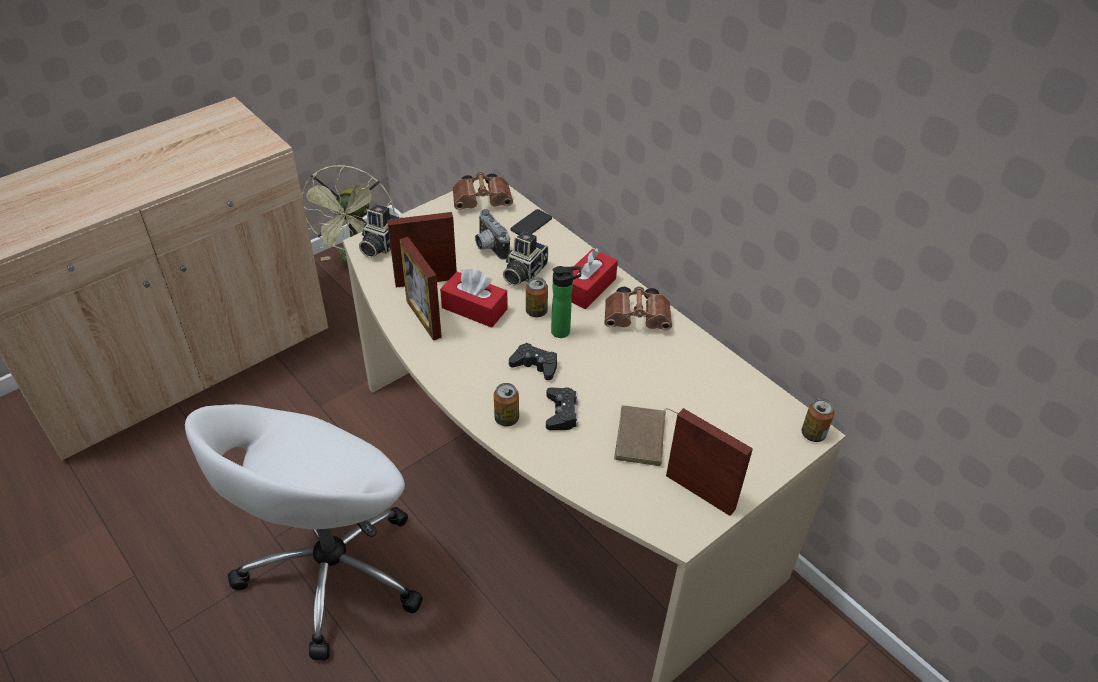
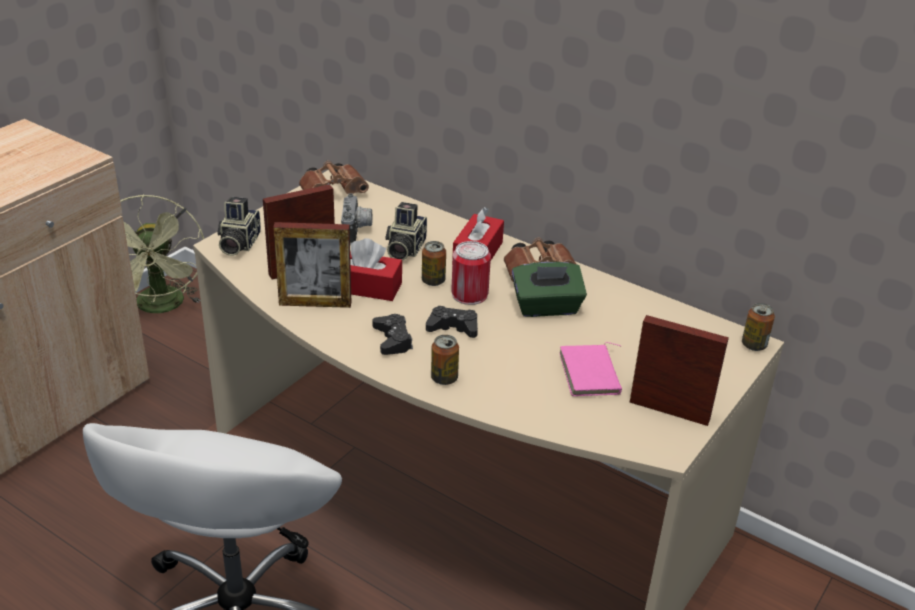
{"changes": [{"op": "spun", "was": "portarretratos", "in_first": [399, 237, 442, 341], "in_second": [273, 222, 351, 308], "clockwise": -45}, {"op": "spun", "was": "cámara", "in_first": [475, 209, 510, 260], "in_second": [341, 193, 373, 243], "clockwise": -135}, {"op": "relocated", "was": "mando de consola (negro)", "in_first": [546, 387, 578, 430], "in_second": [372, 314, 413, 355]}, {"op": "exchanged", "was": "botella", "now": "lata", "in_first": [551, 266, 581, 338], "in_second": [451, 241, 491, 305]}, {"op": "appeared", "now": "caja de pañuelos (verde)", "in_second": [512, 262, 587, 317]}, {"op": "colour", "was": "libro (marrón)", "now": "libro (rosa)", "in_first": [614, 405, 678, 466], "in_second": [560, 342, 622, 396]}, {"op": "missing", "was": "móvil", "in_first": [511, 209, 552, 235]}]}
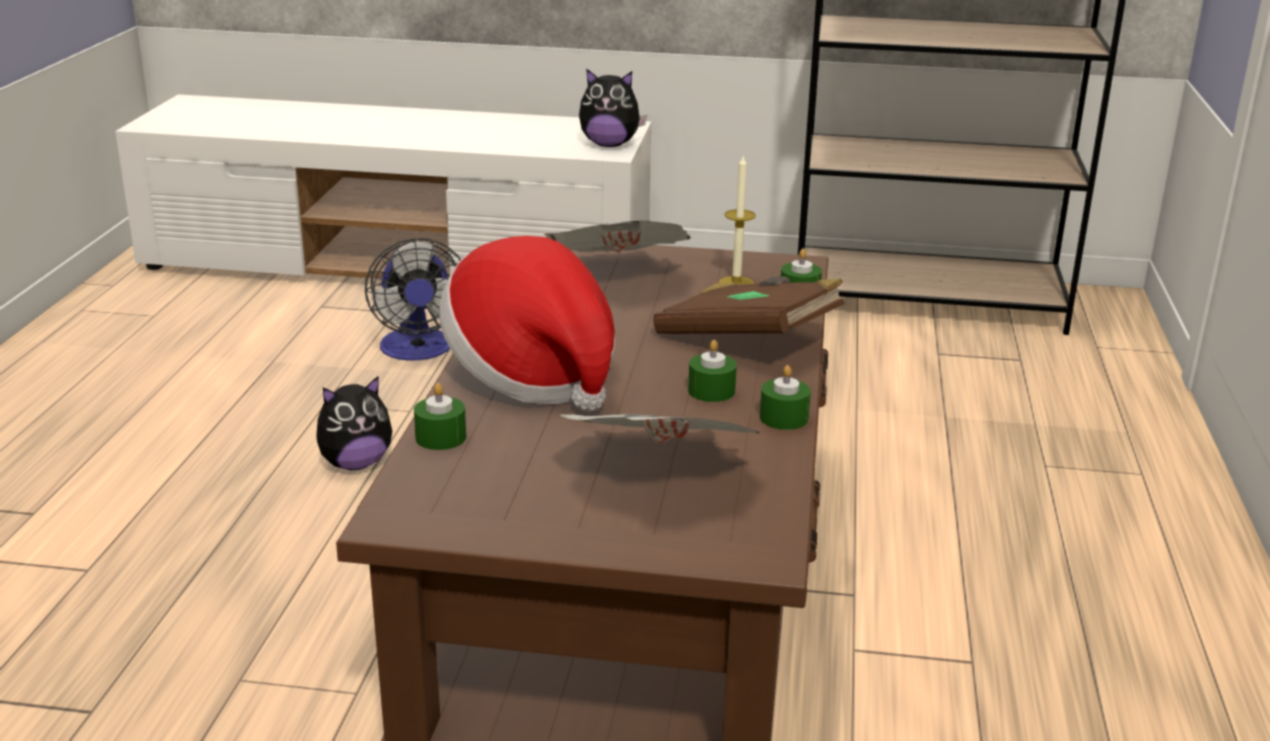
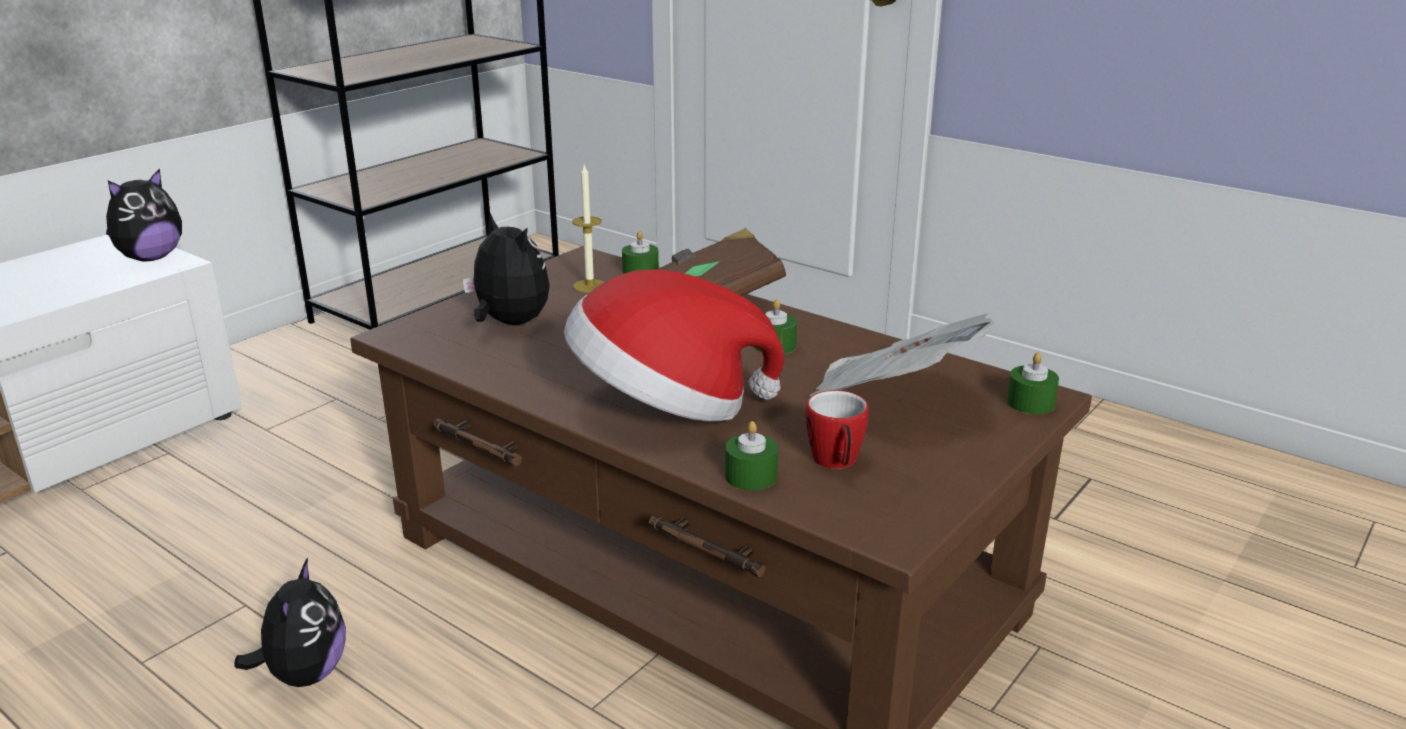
{"changes": [{"op": "exchanged", "was": "periódico", "now": "peluche", "in_first": [544, 221, 691, 252], "in_second": [463, 213, 550, 325]}, {"op": "appeared", "now": "taza grande", "in_second": [805, 390, 869, 469]}, {"op": "relocated", "was": "vela (verde)", "in_first": [760, 365, 811, 430], "in_second": [1007, 352, 1059, 414]}, {"op": "missing", "was": "ventilador", "in_first": [365, 238, 461, 361]}]}
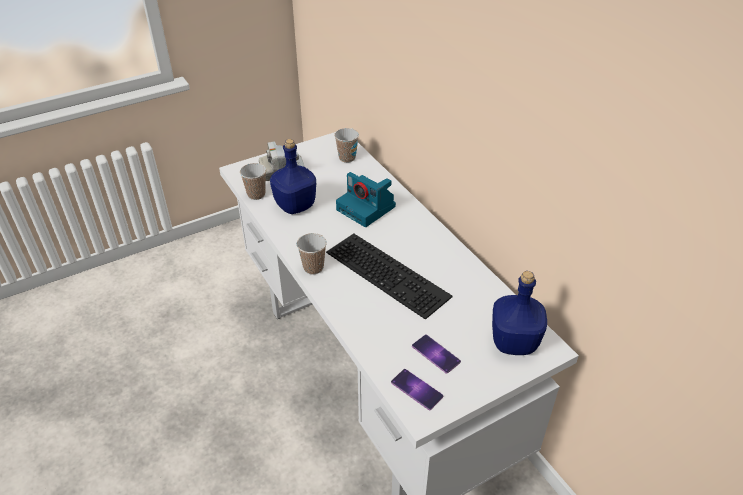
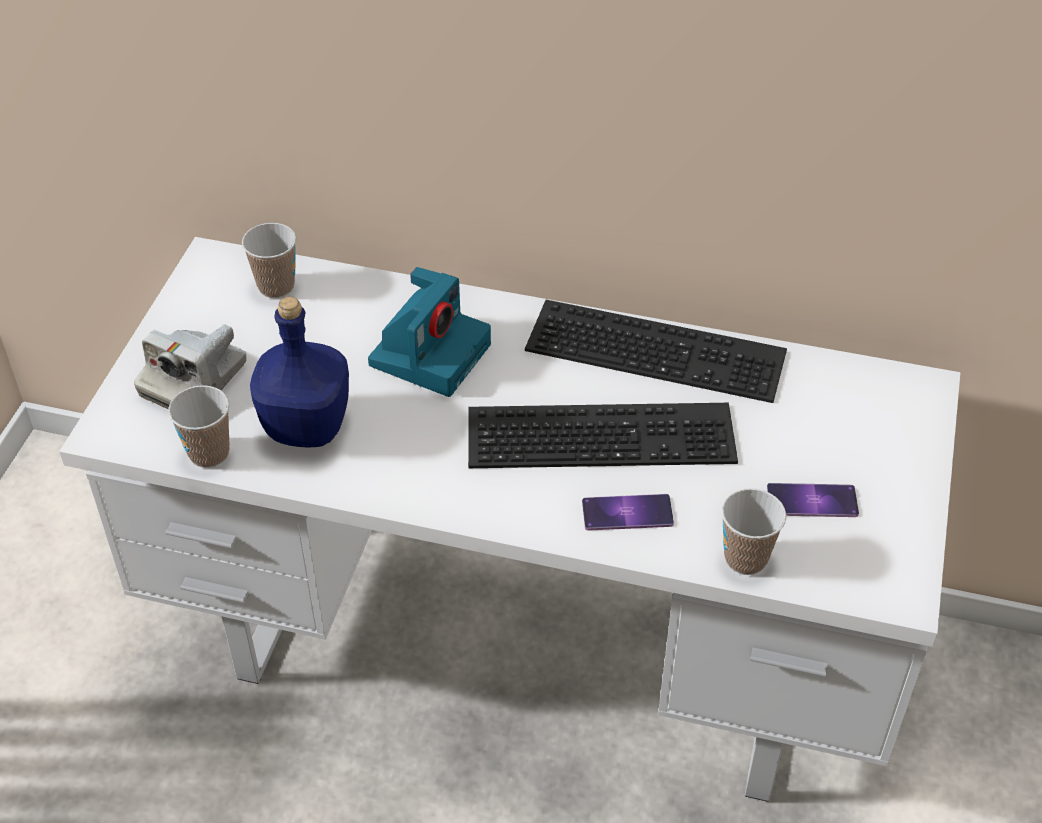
{"changes": [{"op": "spun", "was": "cámara", "in_first": [336, 172, 396, 227], "in_second": [368, 267, 491, 397], "clockwise": -60}, {"op": "appeared", "now": "teclado", "in_second": [525, 300, 787, 403]}, {"op": "relocated", "was": "móvil", "in_first": [391, 369, 443, 410], "in_second": [582, 494, 674, 531]}, {"op": "relocated", "was": "taza", "in_first": [297, 233, 327, 275], "in_second": [721, 488, 786, 575]}, {"op": "missing", "was": "botella (azul)", "in_first": [492, 271, 547, 355]}]}
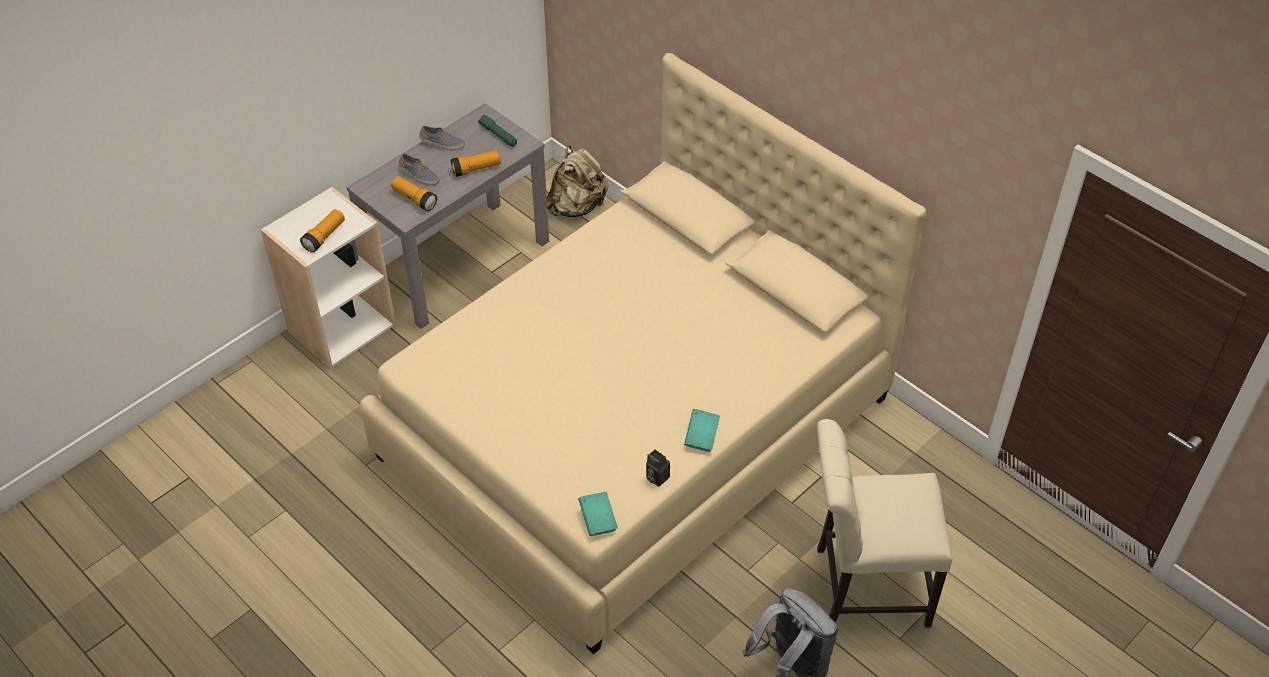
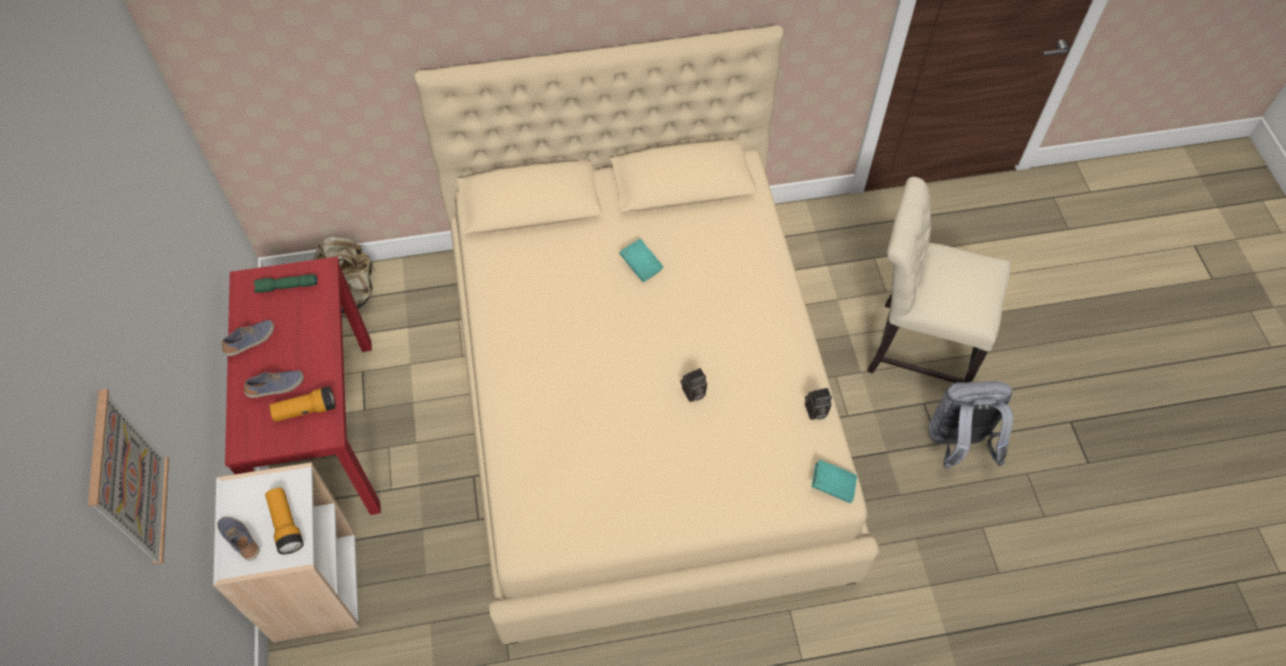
{"changes": [{"op": "appeared", "now": "cuadro", "in_second": [88, 389, 169, 564]}, {"op": "appeared", "now": "zapato", "in_second": [217, 517, 260, 561]}, {"op": "colour", "was": "mesa consola (gris)", "now": "mesa consola (rojo)", "in_first": [347, 103, 549, 329], "in_second": [225, 257, 381, 515]}, {"op": "relocated", "was": "libro (turquesa)", "in_first": [684, 409, 720, 452], "in_second": [619, 239, 664, 282]}, {"op": "appeared", "now": "cámara", "in_second": [680, 368, 707, 402]}, {"op": "spun", "was": "silla (beis)", "in_first": [817, 419, 952, 628], "in_second": [867, 177, 1011, 383], "clockwise": 75}, {"op": "missing", "was": "linterna", "in_first": [451, 150, 501, 177]}]}
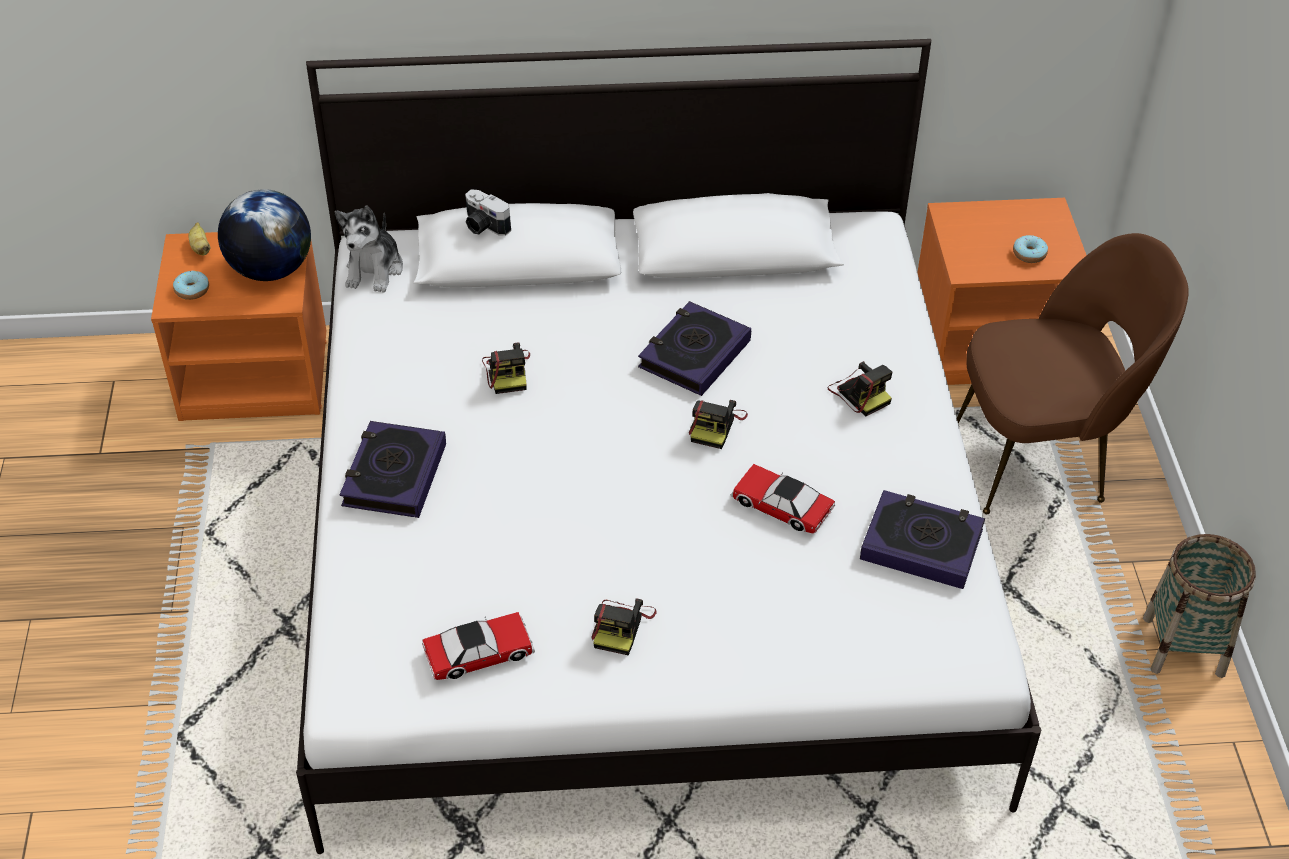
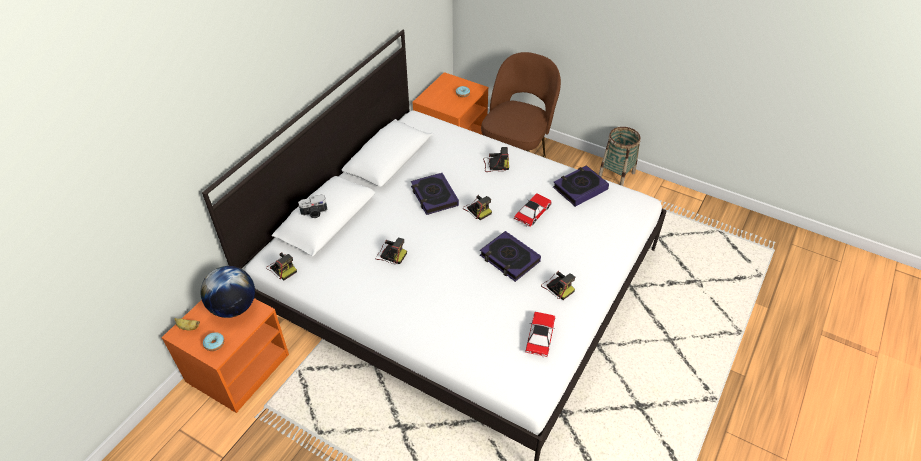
{"changes": [{"op": "exchanged", "was": "peluche", "now": "cámara", "in_first": [335, 205, 403, 293], "in_second": [266, 252, 297, 280]}, {"op": "relocated", "was": "libro", "in_first": [340, 421, 446, 518], "in_second": [480, 231, 541, 282]}, {"op": "spun", "was": "coche de juguete", "in_first": [731, 464, 835, 534], "in_second": [514, 193, 552, 227], "clockwise": 150}]}
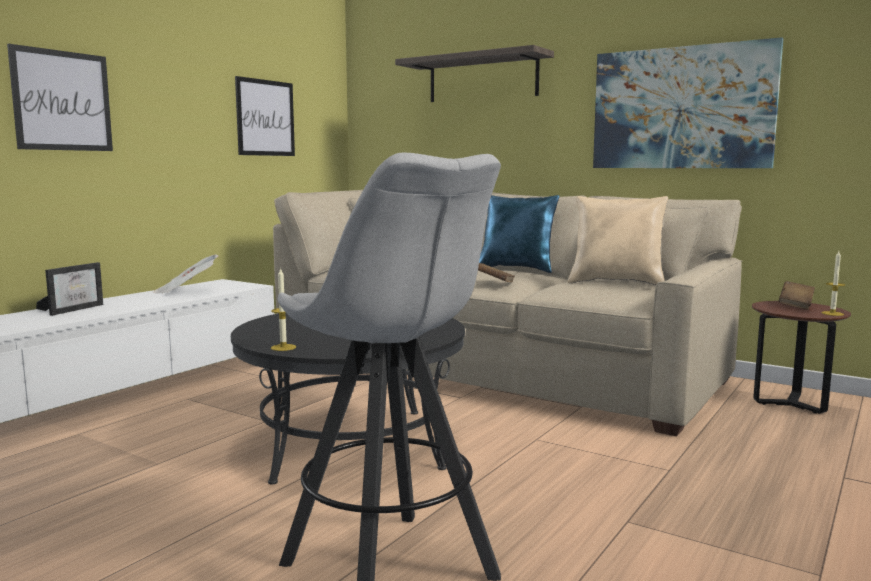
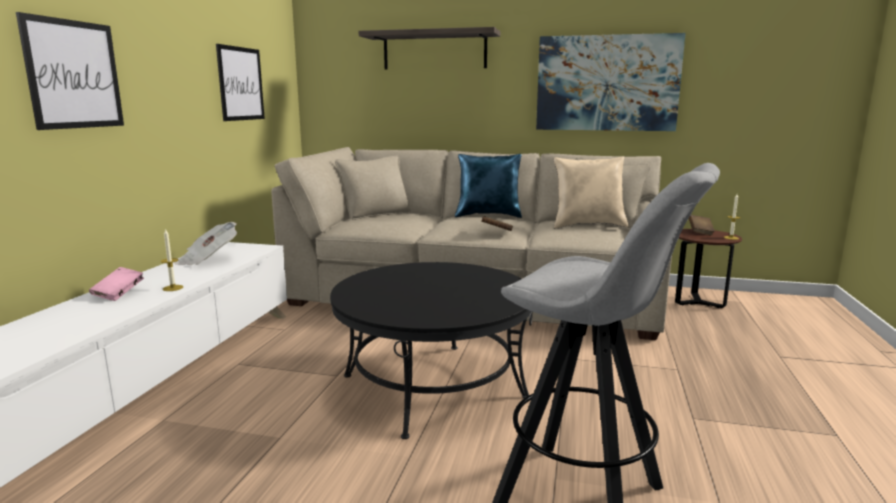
{"changes": [{"op": "exchanged", "was": "portarretratos", "now": "libro (rosa)", "in_first": [36, 262, 103, 316], "in_second": [89, 267, 144, 301]}, {"op": "relocated", "was": "vela", "in_first": [271, 267, 296, 351], "in_second": [161, 228, 183, 291]}]}
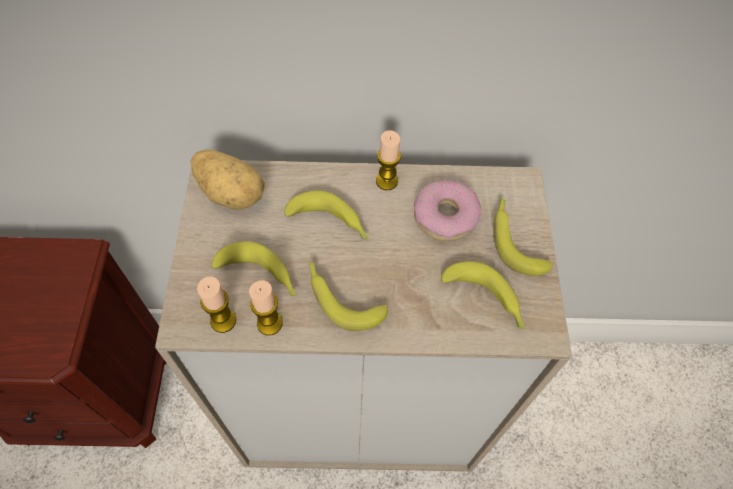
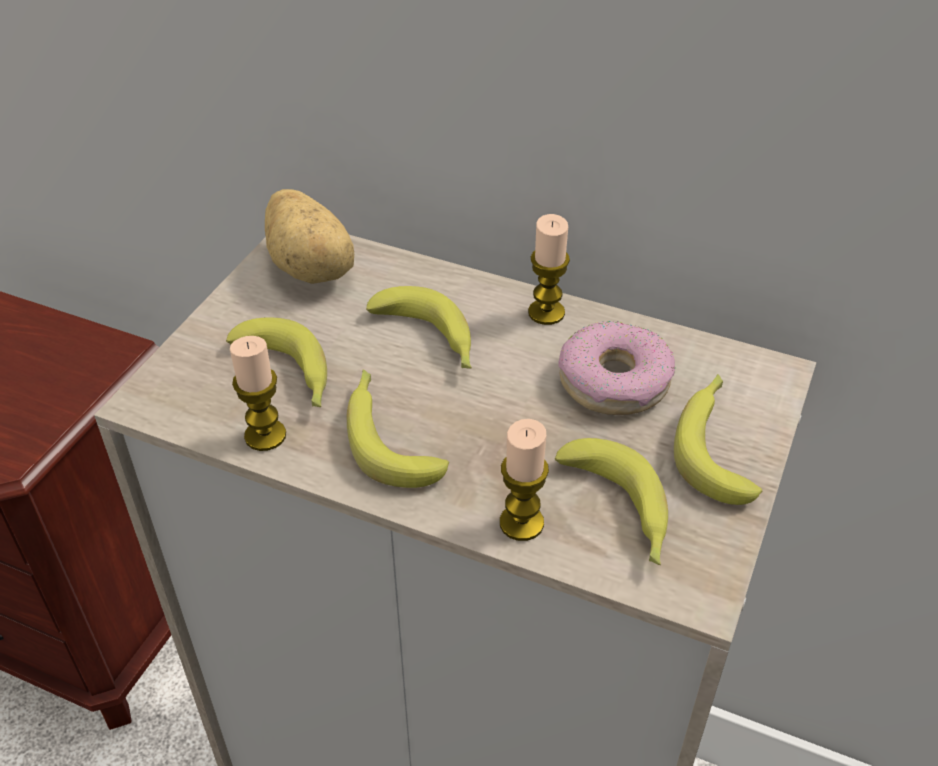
{"changes": [{"op": "relocated", "was": "vela", "in_first": [197, 276, 236, 333], "in_second": [500, 419, 549, 541]}]}
